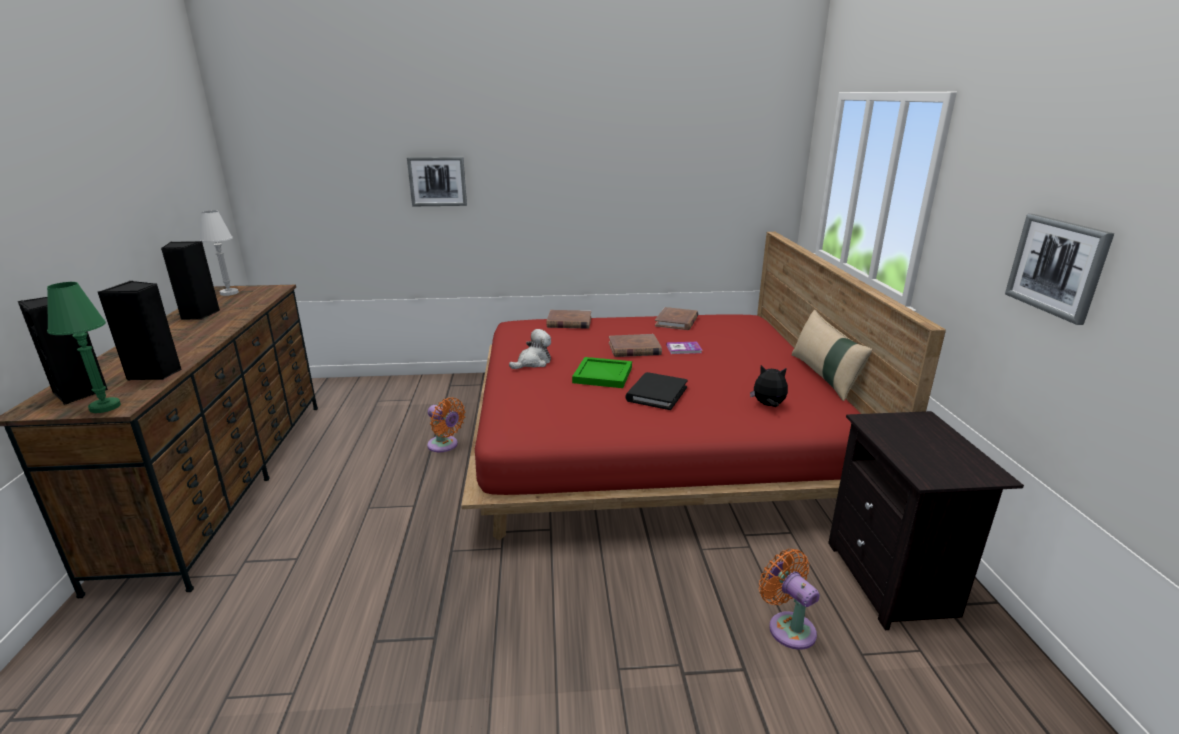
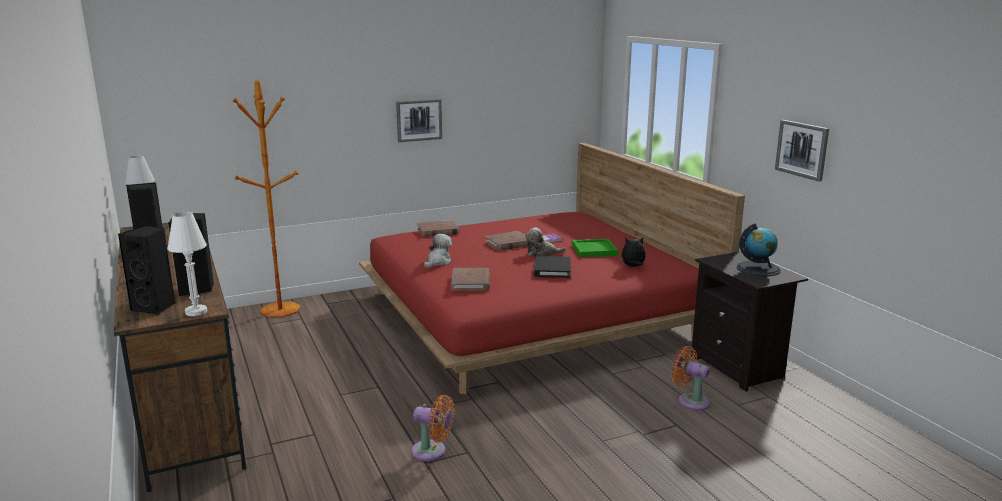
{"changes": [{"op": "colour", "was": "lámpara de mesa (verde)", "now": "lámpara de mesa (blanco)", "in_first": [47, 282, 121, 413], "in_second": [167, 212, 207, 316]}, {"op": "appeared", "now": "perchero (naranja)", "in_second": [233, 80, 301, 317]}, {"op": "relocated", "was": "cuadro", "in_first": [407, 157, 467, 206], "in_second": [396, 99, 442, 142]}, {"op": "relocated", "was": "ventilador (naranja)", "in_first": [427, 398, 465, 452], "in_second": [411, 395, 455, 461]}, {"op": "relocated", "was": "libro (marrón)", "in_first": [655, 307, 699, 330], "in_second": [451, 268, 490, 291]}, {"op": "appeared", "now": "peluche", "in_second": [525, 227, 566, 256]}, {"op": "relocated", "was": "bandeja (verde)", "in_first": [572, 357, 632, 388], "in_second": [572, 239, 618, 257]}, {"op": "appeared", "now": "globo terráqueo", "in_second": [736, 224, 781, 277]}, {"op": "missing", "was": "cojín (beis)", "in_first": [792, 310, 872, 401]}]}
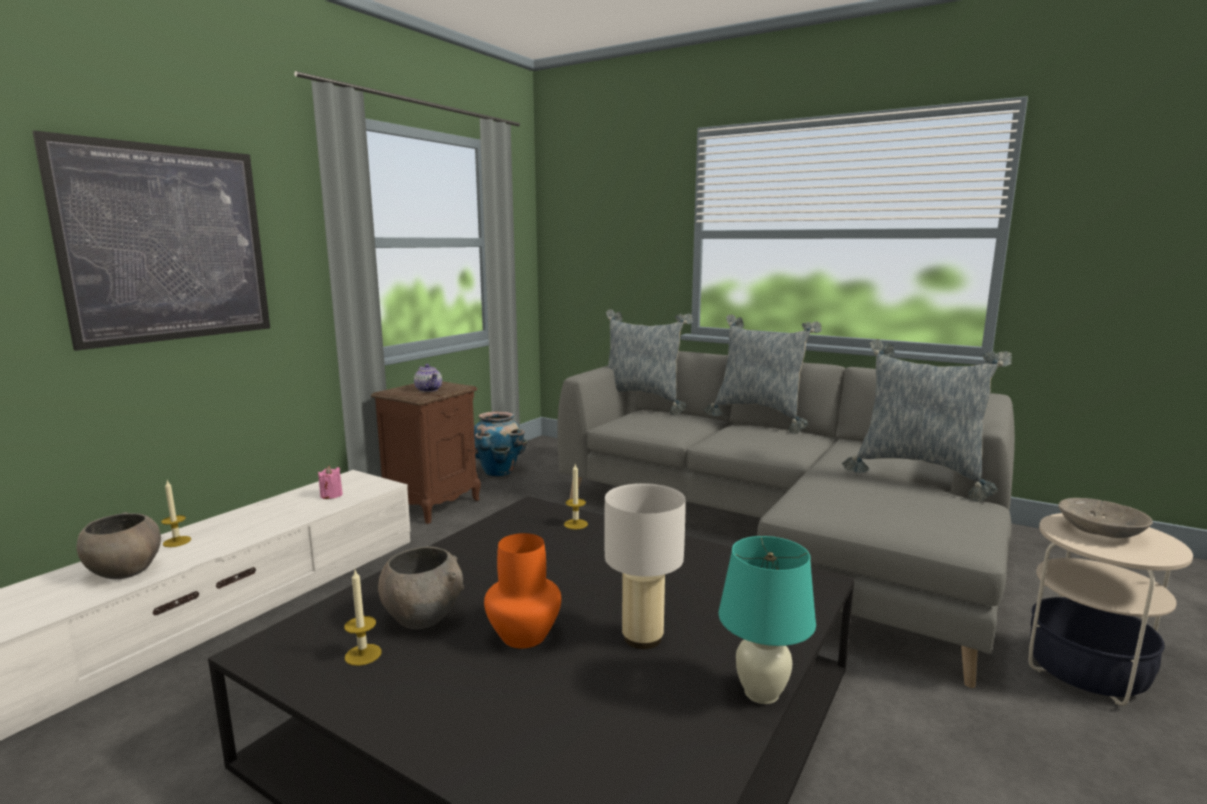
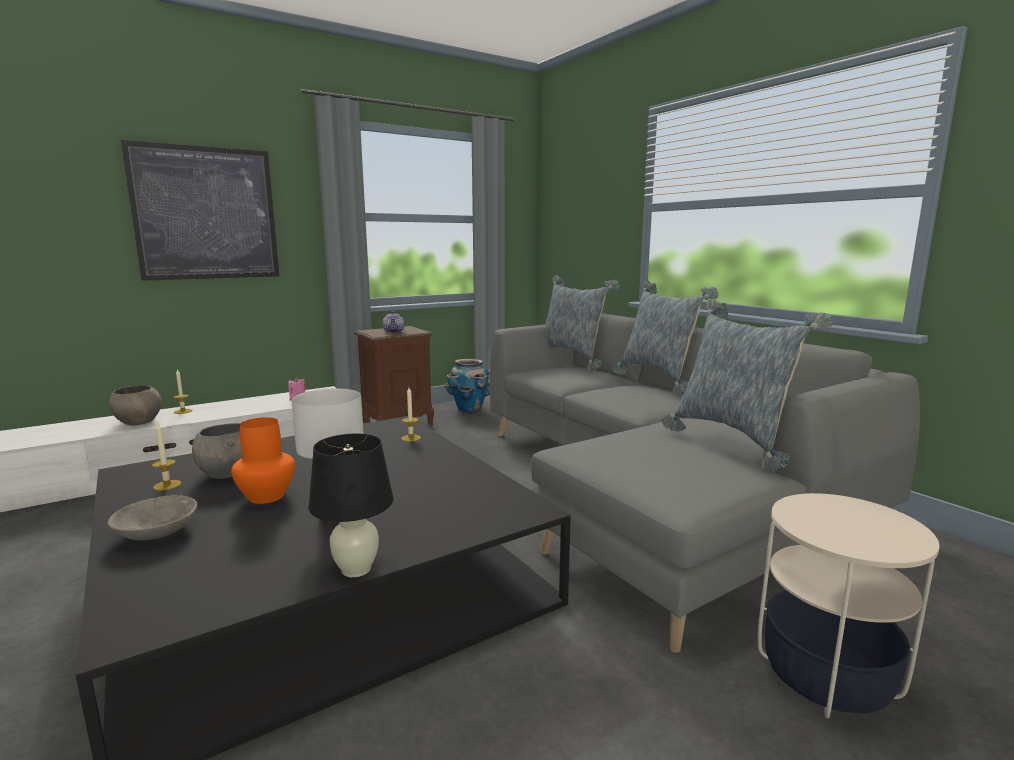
{"changes": [{"op": "relocated", "was": "cuenco (gris)", "in_first": [1058, 498, 1153, 538], "in_second": [108, 495, 197, 540]}, {"op": "colour", "was": "lámpara de mesa (turquesa)", "now": "lámpara de mesa (negro)", "in_first": [719, 536, 816, 704], "in_second": [309, 433, 393, 577]}]}
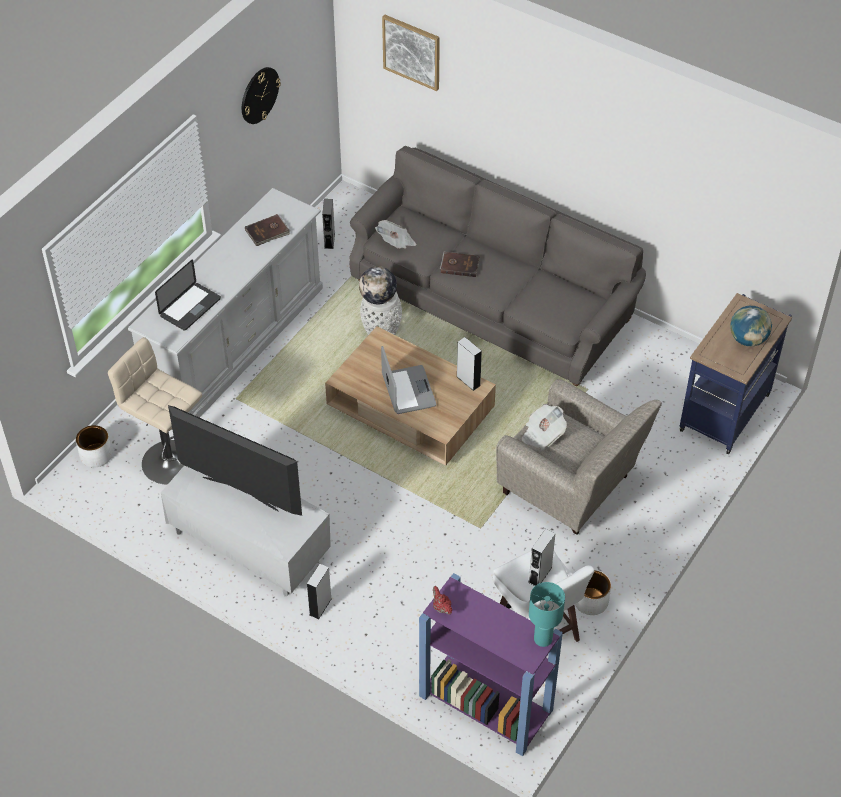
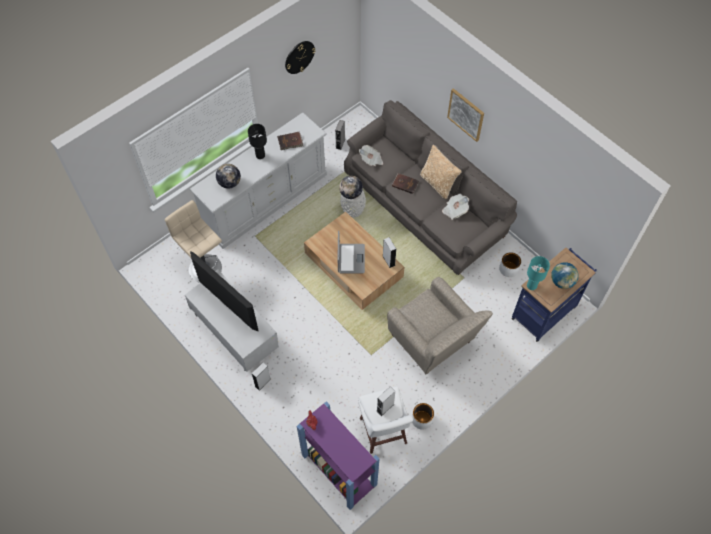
{"changes": [{"op": "exchanged", "was": "portátil", "now": "globo terráqueo", "in_first": [155, 259, 221, 331], "in_second": [216, 164, 241, 189]}, {"op": "appeared", "now": "lámpara de mesa (negro)", "in_second": [248, 124, 267, 159]}, {"op": "appeared", "now": "cojín (beis)", "in_second": [420, 145, 462, 199]}, {"op": "relocated", "was": "periódico", "in_first": [522, 405, 567, 450], "in_second": [442, 194, 469, 220]}, {"op": "relocated", "was": "cuadro", "in_first": [382, 15, 440, 91], "in_second": [447, 88, 484, 142]}, {"op": "relocated", "was": "maceta (blanco)", "in_first": [76, 425, 112, 468], "in_second": [499, 252, 521, 277]}, {"op": "relocated", "was": "lámpara de mesa (turquesa)", "in_first": [529, 582, 565, 647], "in_second": [527, 256, 550, 290]}]}
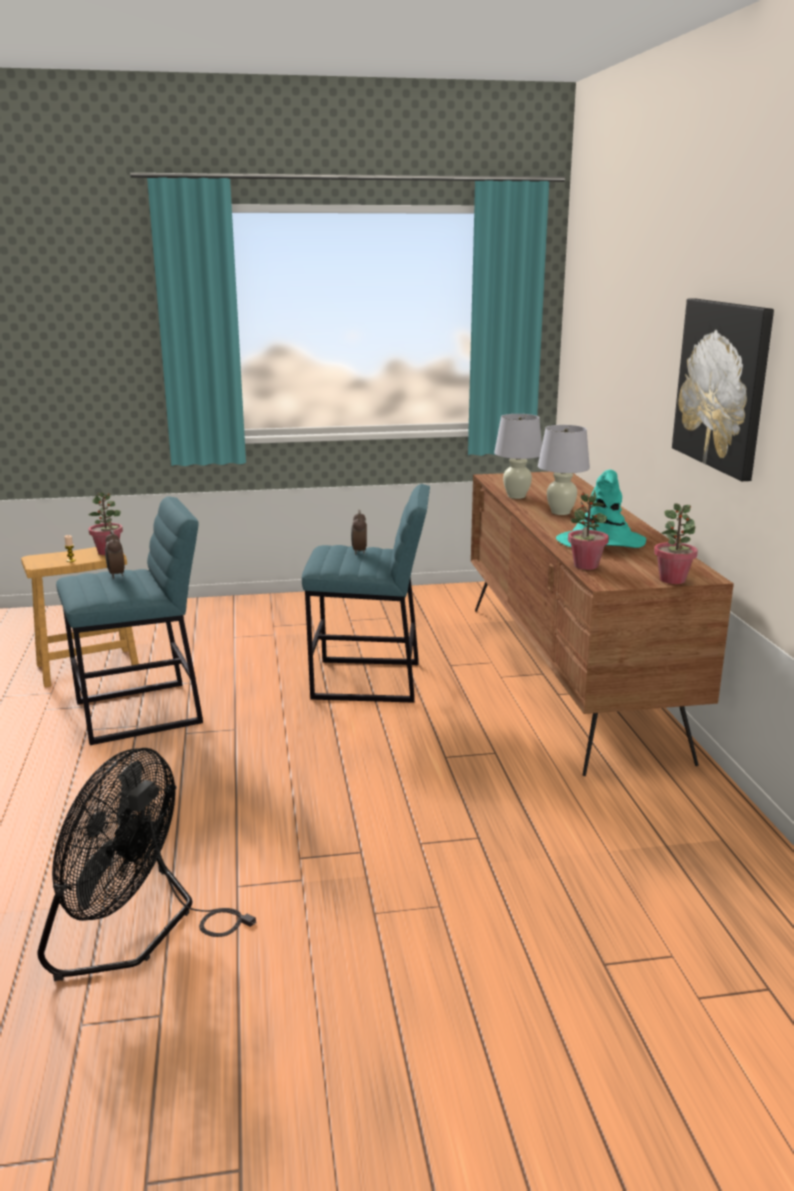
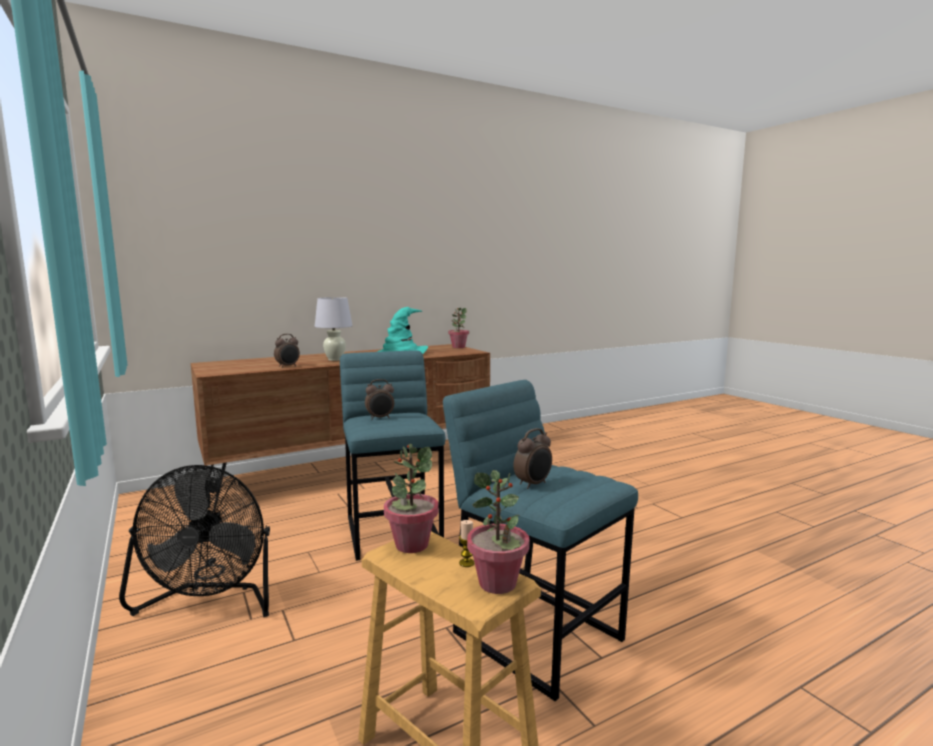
{"changes": [{"op": "relocated", "was": "ventilador (negro)", "in_first": [37, 748, 257, 981], "in_second": [119, 465, 270, 617]}, {"op": "exchanged", "was": "lámpara de mesa (blanco)", "now": "despertador", "in_first": [494, 414, 542, 499], "in_second": [274, 334, 300, 368]}, {"op": "relocated", "was": "planta en maceta", "in_first": [568, 490, 609, 570], "in_second": [467, 470, 530, 594]}, {"op": "missing", "was": "cuadro", "in_first": [672, 298, 774, 481]}]}
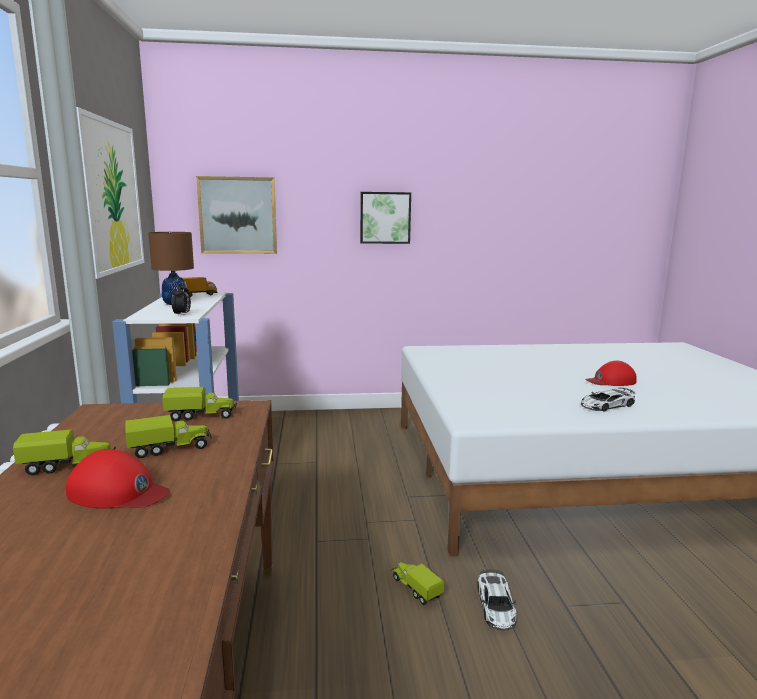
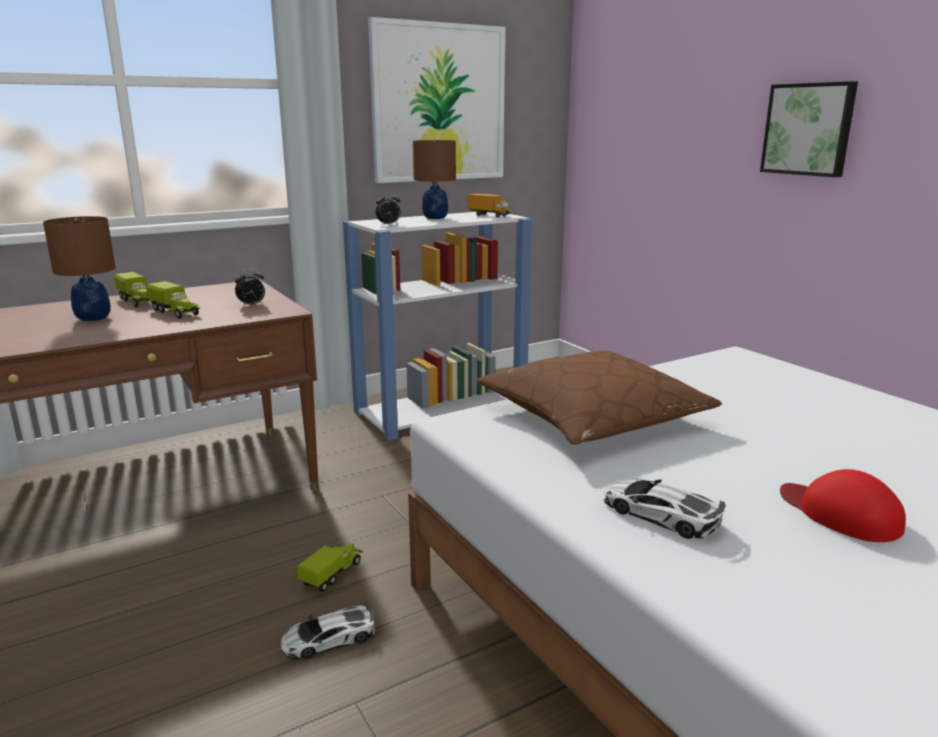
{"changes": [{"op": "exchanged", "was": "gorra (rojo)", "now": "lámpara de mesa (marrón)", "in_first": [66, 449, 170, 508], "in_second": [43, 216, 116, 321]}, {"op": "exchanged", "was": "camión de juguete", "now": "despertador", "in_first": [162, 387, 237, 421], "in_second": [235, 268, 265, 307]}, {"op": "appeared", "now": "cojín (marrón)", "in_second": [476, 351, 722, 445]}, {"op": "missing", "was": "cuadro", "in_first": [196, 176, 277, 254]}]}
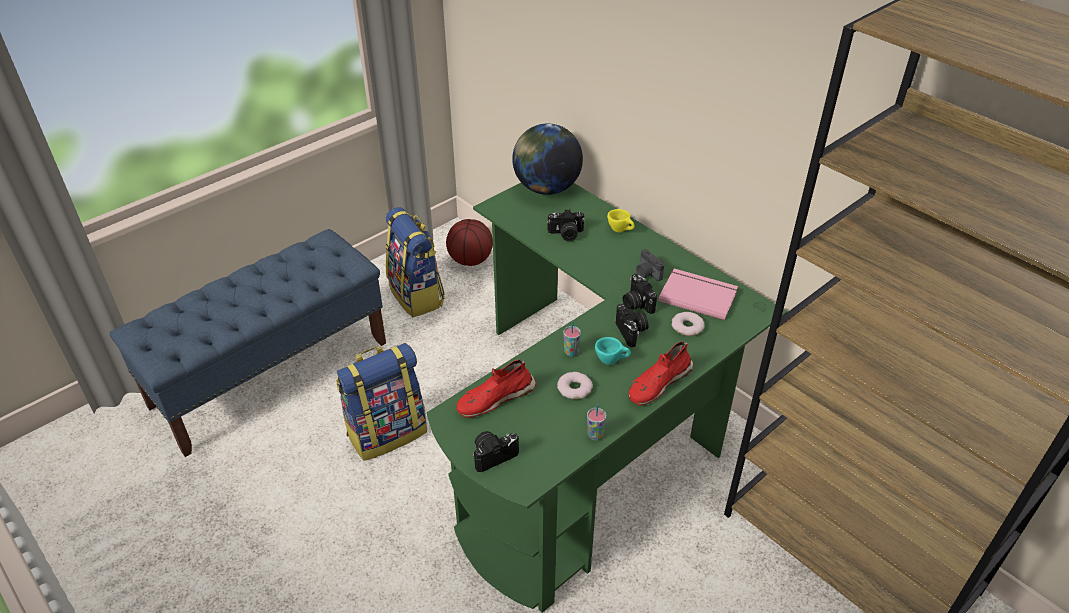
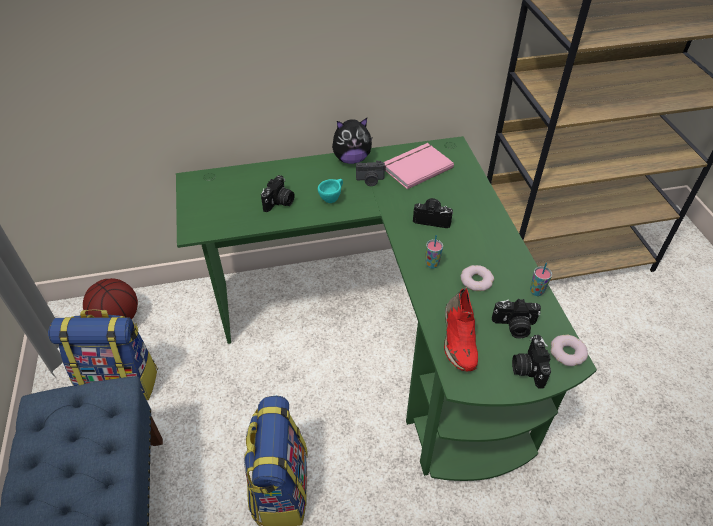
{"changes": [{"op": "relocated", "was": "taza (turquesa)", "in_first": [595, 337, 631, 365], "in_second": [318, 179, 343, 203]}, {"op": "appeared", "now": "peluche", "in_second": [332, 118, 372, 164]}, {"op": "relocated", "was": "cámara", "in_first": [623, 274, 657, 314], "in_second": [492, 299, 541, 338]}, {"op": "relocated", "was": "rosquilla", "in_first": [672, 312, 704, 336], "in_second": [551, 335, 588, 366]}, {"op": "missing", "was": "globo terráqueo", "in_first": [512, 123, 583, 195]}, {"op": "missing", "was": "taza (amarillo)", "in_first": [607, 209, 635, 233]}, {"op": "missing", "was": "zapato (rojo)", "in_first": [628, 341, 694, 406]}]}
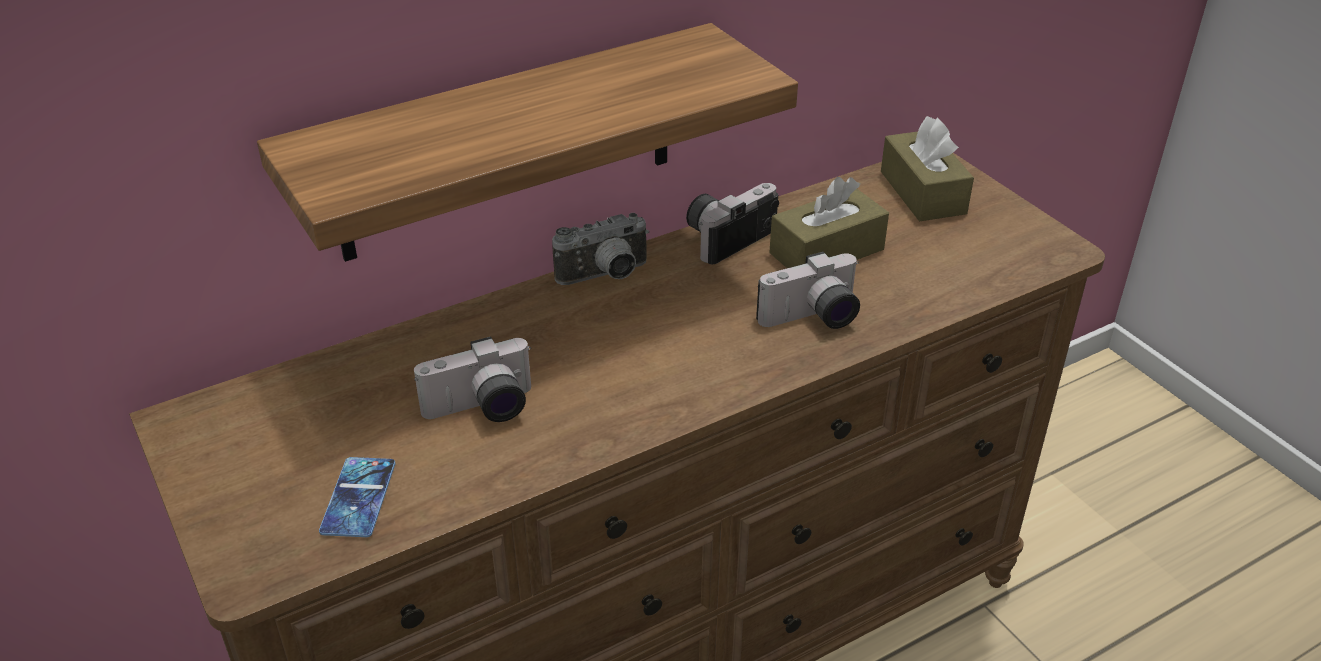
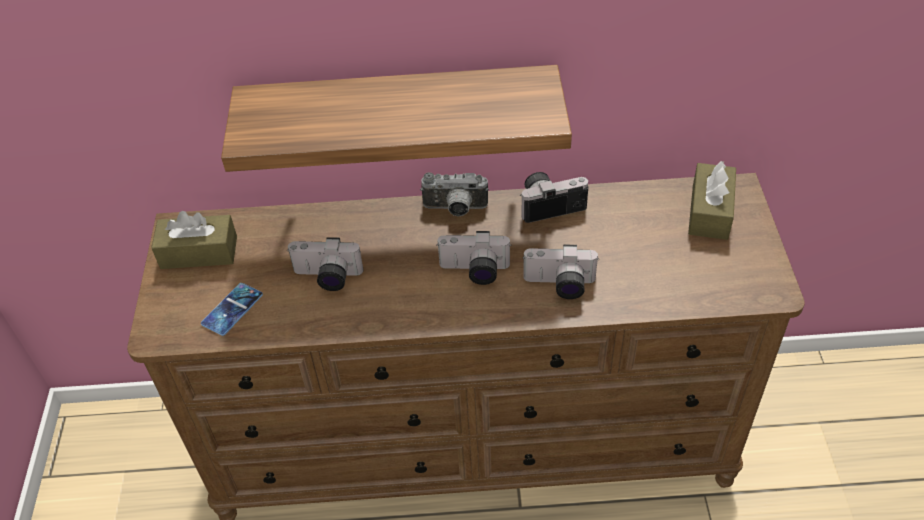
{"changes": [{"op": "relocated", "was": "caja de pañuelos (marrón)", "in_first": [769, 177, 889, 268], "in_second": [151, 211, 237, 269]}, {"op": "appeared", "now": "cámara", "in_second": [436, 231, 511, 285]}]}
